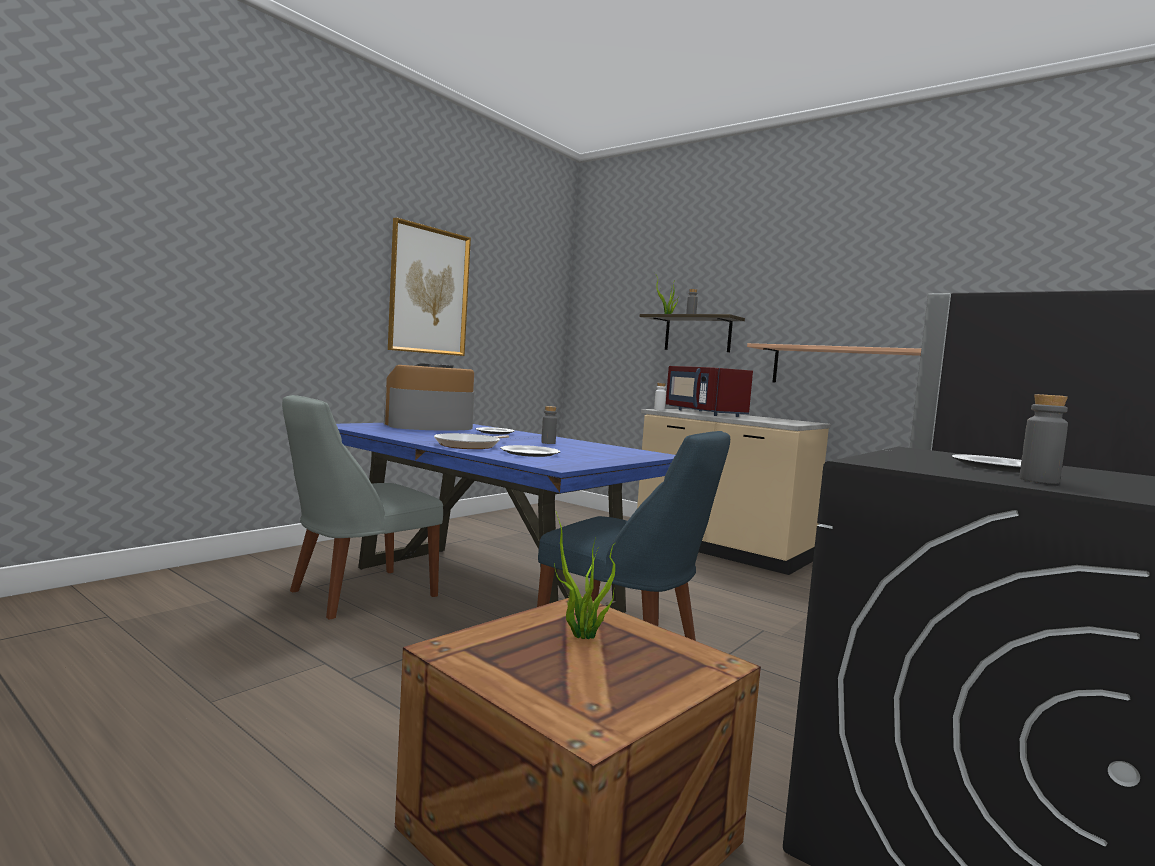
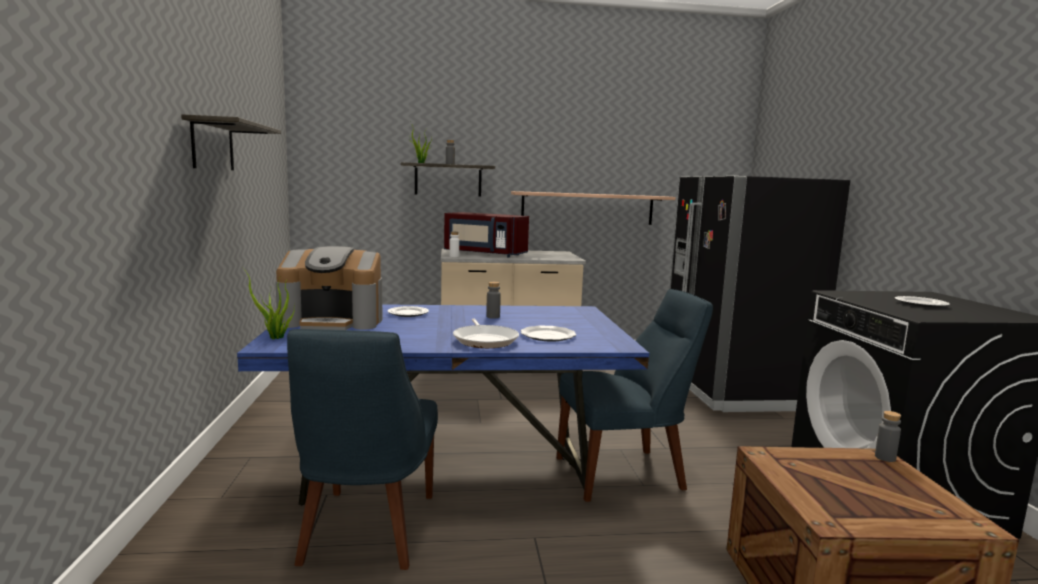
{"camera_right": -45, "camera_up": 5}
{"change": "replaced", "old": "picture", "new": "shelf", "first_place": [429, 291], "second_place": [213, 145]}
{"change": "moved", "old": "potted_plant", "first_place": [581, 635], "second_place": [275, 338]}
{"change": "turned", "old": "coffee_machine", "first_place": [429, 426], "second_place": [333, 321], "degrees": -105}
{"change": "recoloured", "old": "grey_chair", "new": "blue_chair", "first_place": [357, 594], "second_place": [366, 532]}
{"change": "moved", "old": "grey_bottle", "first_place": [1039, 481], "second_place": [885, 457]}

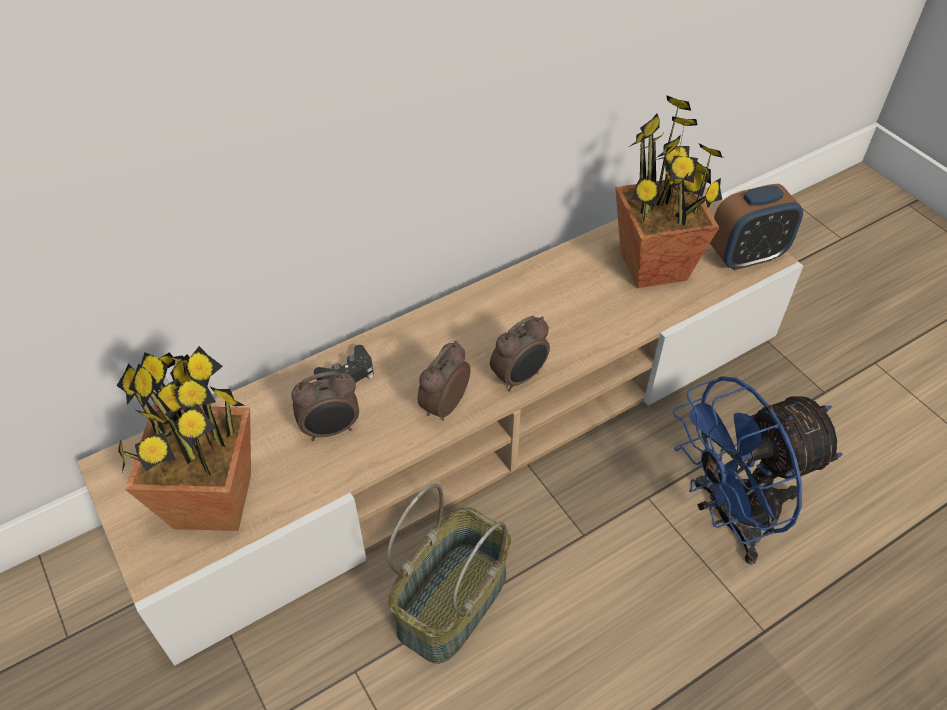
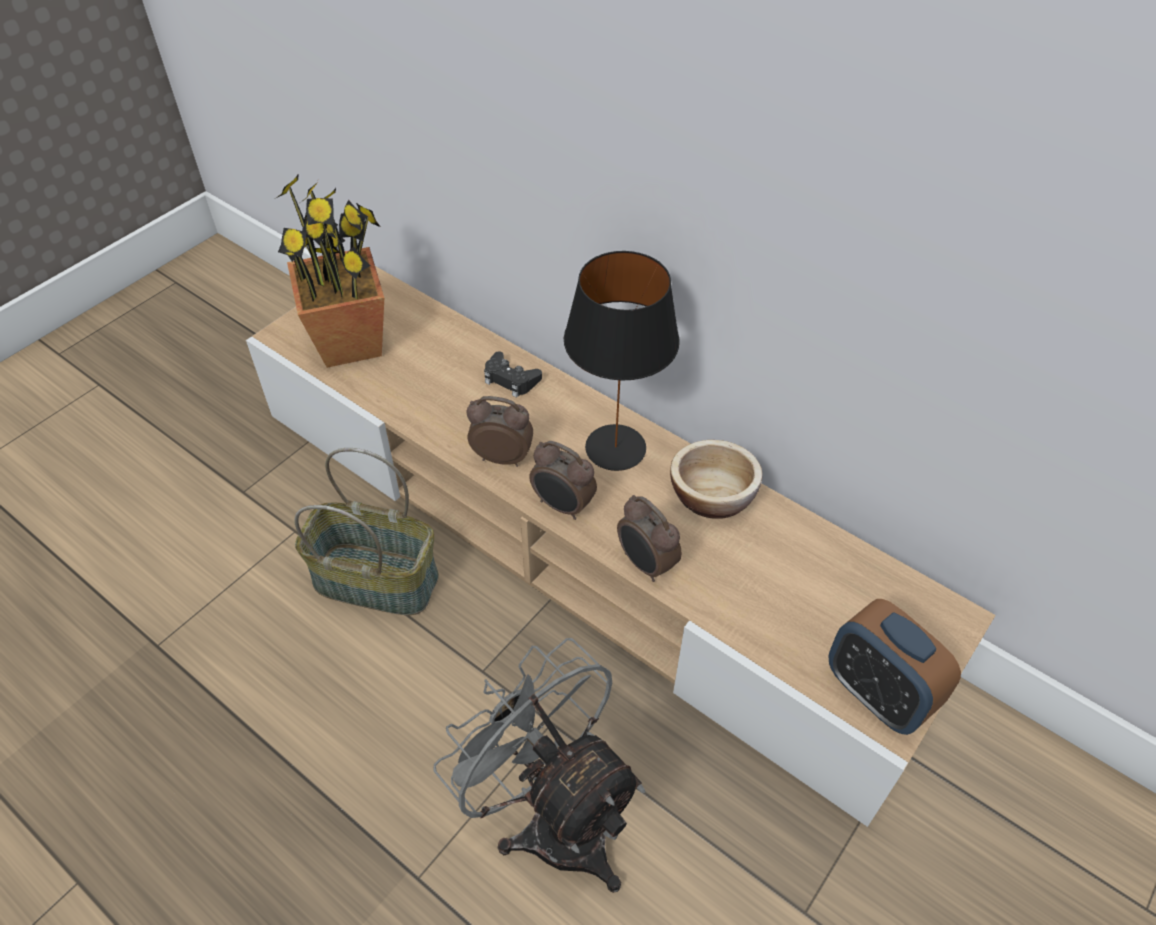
{"camera_right": 70, "camera_up": 0}
{"change": "recoloured", "old": "blue_fan", "new": "grey_fan", "first_place": [730, 518], "second_place": [553, 817]}
{"change": "added", "new": "black_table_lamp", "second_place": [616, 448]}
{"change": "moved", "old": "alarm_clock", "first_place": [331, 430], "second_place": [645, 564]}
{"change": "added", "new": "bowl", "second_place": [712, 496]}
{"change": "removed", "old": "potted_plant", "first_place": [654, 266]}

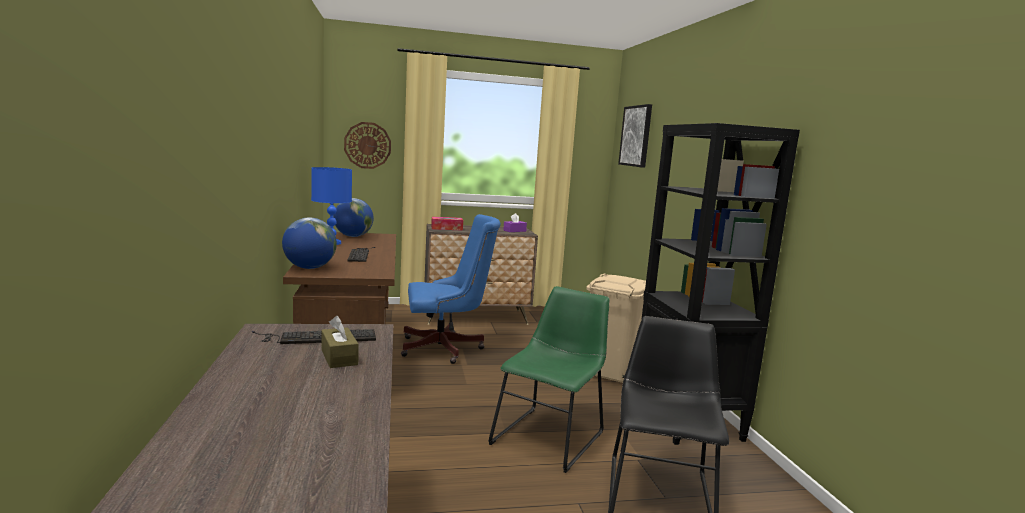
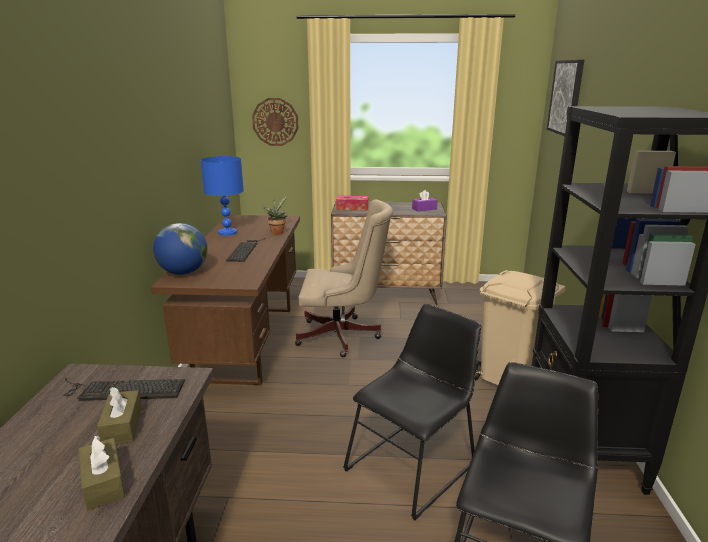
{"camera_right": 15, "camera_up": 10}
{"change": "added", "new": "brown_tissue_box", "second_place": [103, 483]}
{"change": "added", "new": "potted_plant", "second_place": [277, 232]}
{"change": "recoloured", "old": "blue_office_chair", "new": "beige_office_chair", "first_place": [446, 348], "second_place": [343, 336]}
{"change": "recoloured", "old": "green_chair", "new": "black_chair", "first_place": [550, 436], "second_place": [414, 464]}
{"change": "removed", "old": "globe", "first_place": [353, 236]}

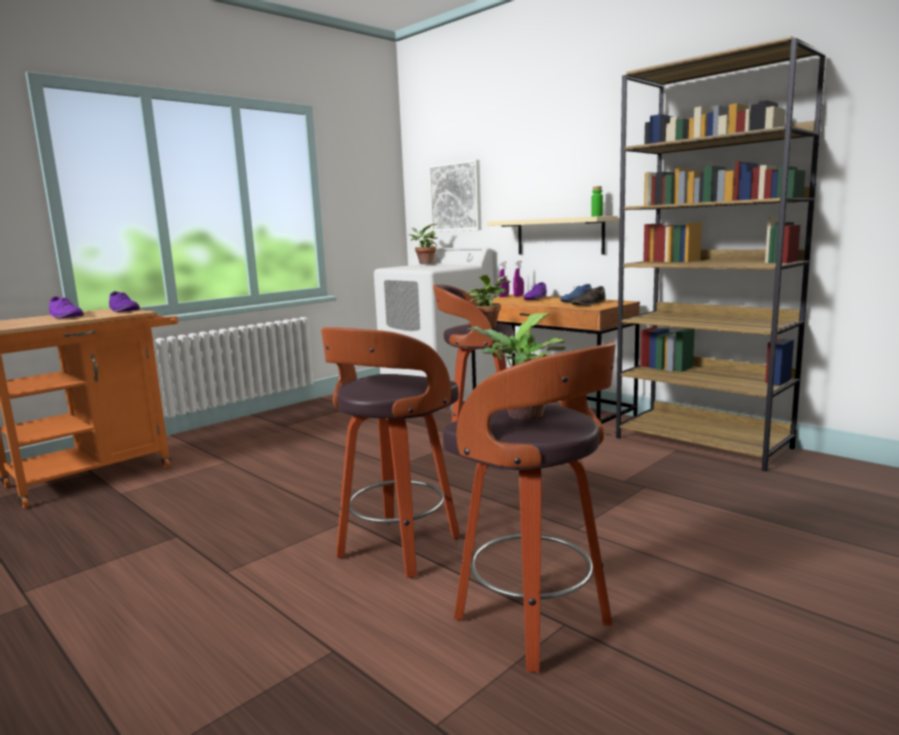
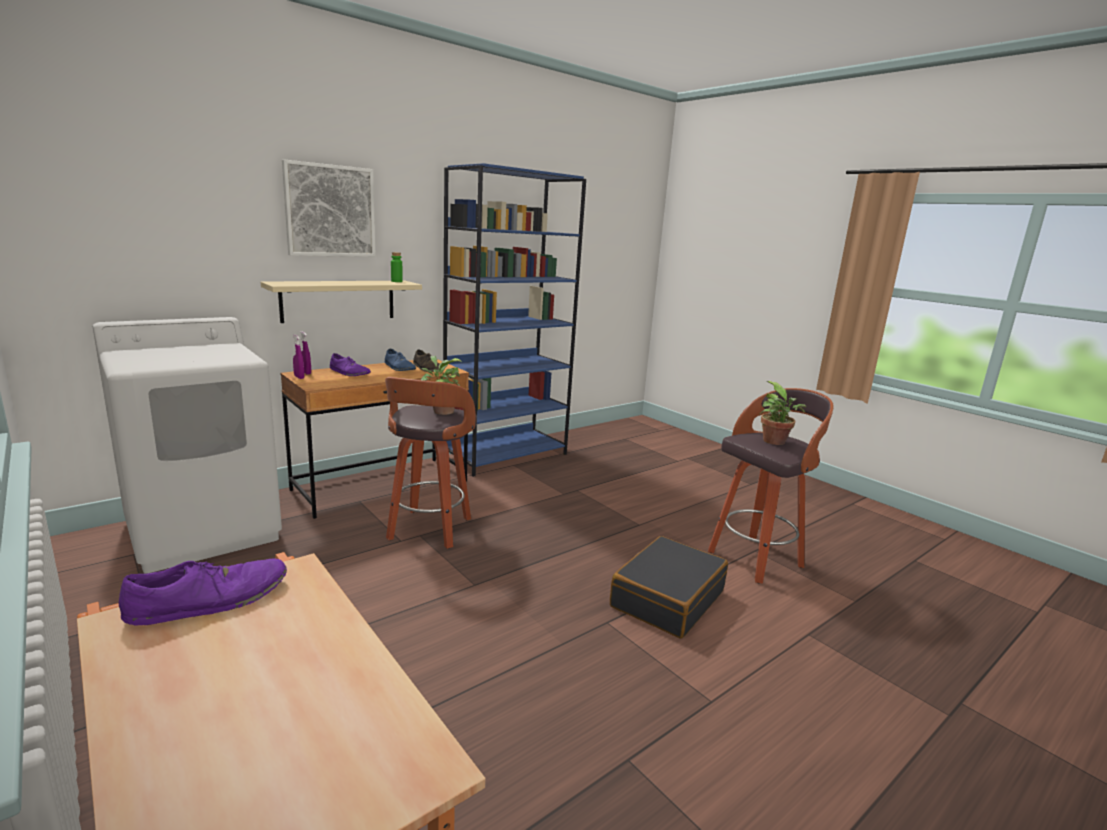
{"camera_right": -85, "camera_up": 5}
{"change": "moved", "old": "picture", "first_place": [456, 197], "second_place": [330, 211]}
{"change": "recoloured", "old": "brown_bookcase", "new": "blue_bookcase", "first_place": [703, 443], "second_place": [506, 455]}
{"change": "replaced", "old": "stool", "new": "black_suitcase", "first_place": [397, 549], "second_place": [667, 598]}
{"change": "removed", "old": "purple_shoe", "first_place": [66, 316]}
{"change": "removed", "old": "potted_plant", "first_place": [424, 263]}

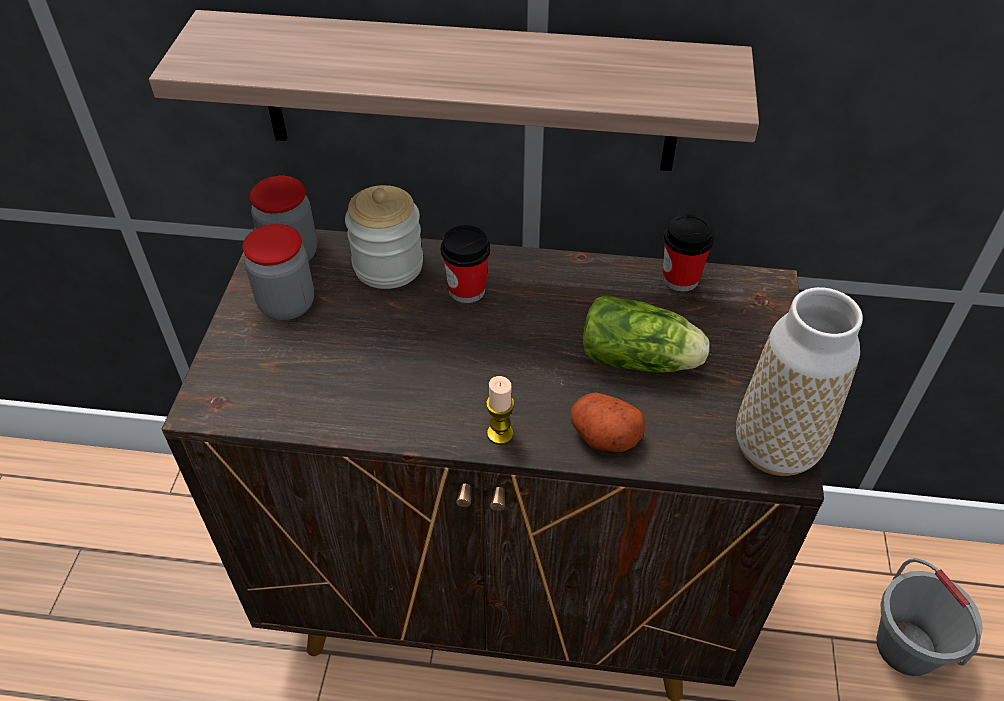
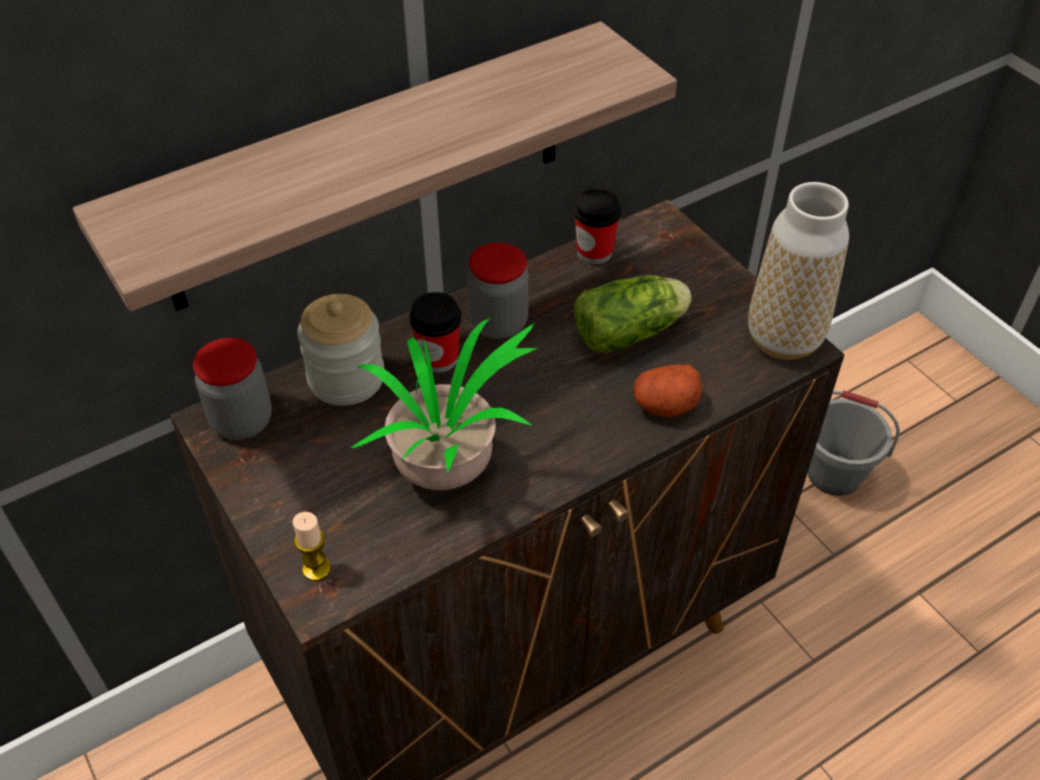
{"camera_right": -40, "camera_up": 0}
{"change": "moved", "old": "candle", "first_place": [500, 434], "second_place": [316, 569]}
{"change": "added", "new": "potted_plant", "second_place": [451, 473]}
{"change": "moved", "old": "jar", "first_place": [287, 304], "second_place": [498, 323]}

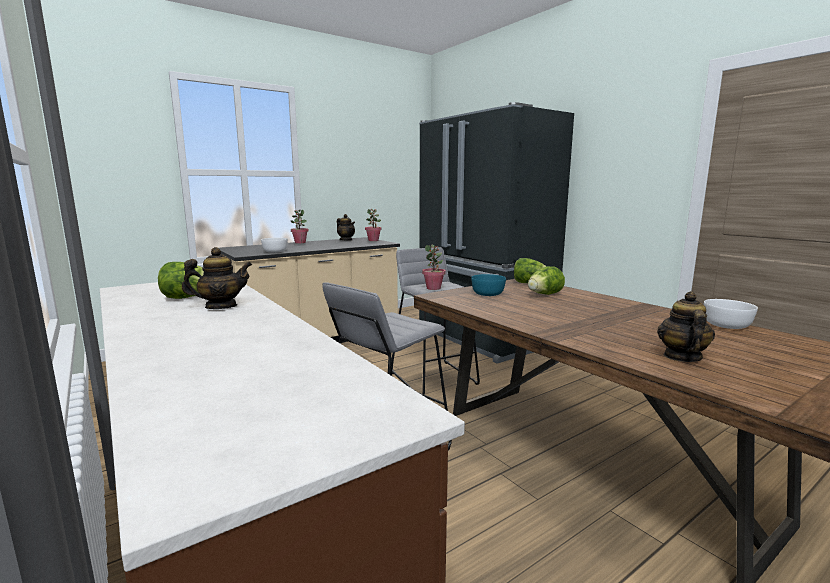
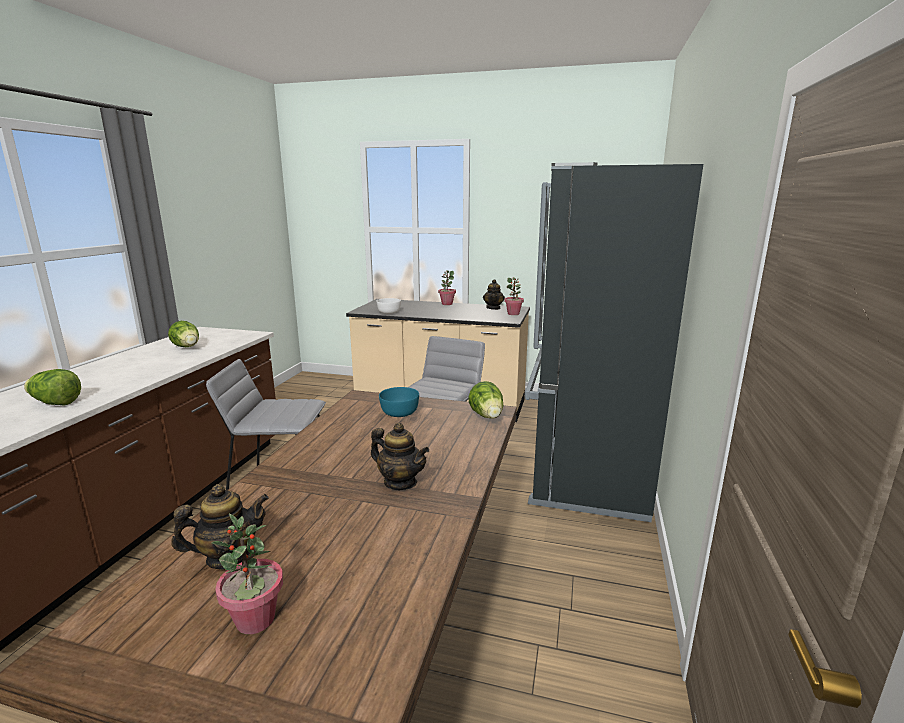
{"camera_right": 50, "camera_up": 5}
{"change": "moved", "old": "lettuce", "first_place": [544, 295], "second_place": [55, 403]}
{"change": "moved", "old": "potted_plant", "first_place": [433, 288], "second_place": [255, 620]}
{"change": "moved", "old": "teapot", "first_place": [221, 307], "second_place": [400, 482]}
{"change": "removed", "old": "white_bowl", "first_place": [726, 325]}

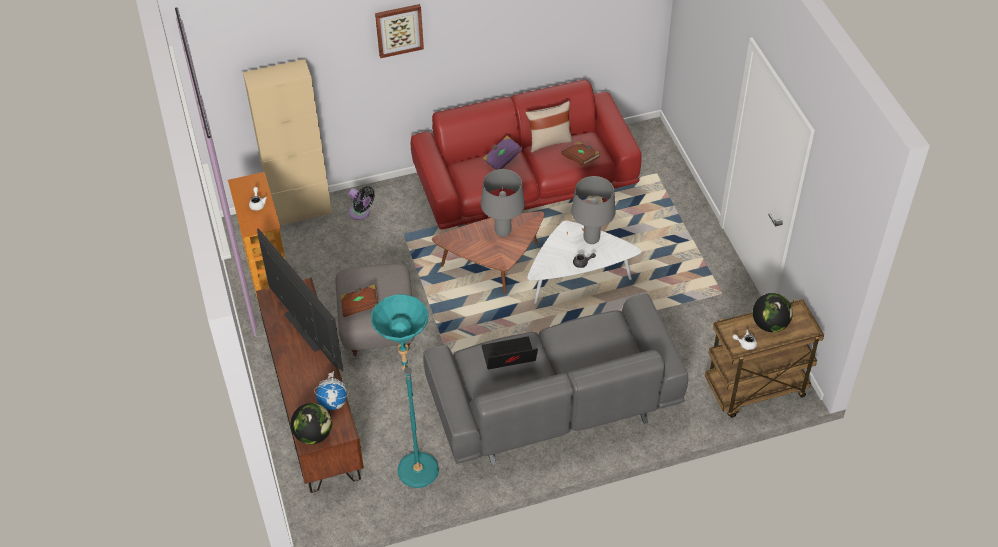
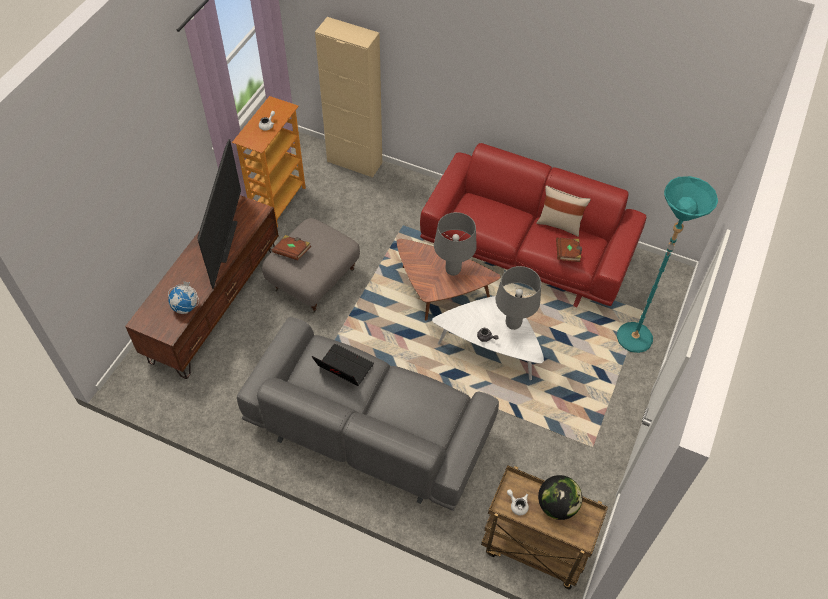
{"camera_right": 40, "camera_up": 5}
{"change": "moved", "old": "turquoise_floor_lamp", "first_place": [415, 463], "second_place": [636, 332]}
{"change": "removed", "old": "globe", "first_place": [313, 435]}
{"change": "removed", "old": "black_fan", "first_place": [361, 213]}
{"change": "removed", "old": "picture", "first_place": [399, 30]}
{"change": "removed", "old": "purple_book", "first_place": [502, 159]}

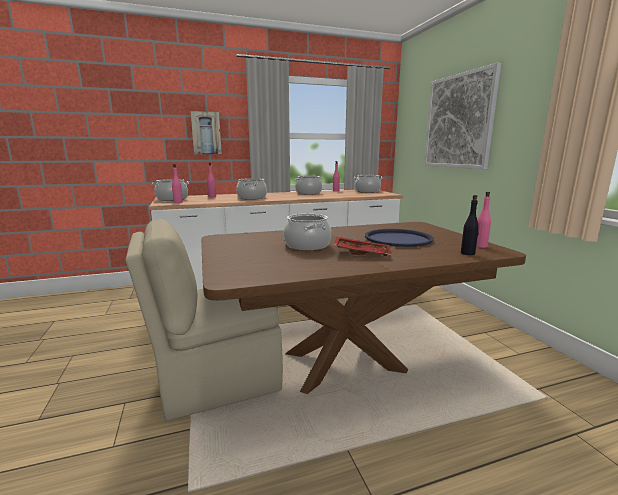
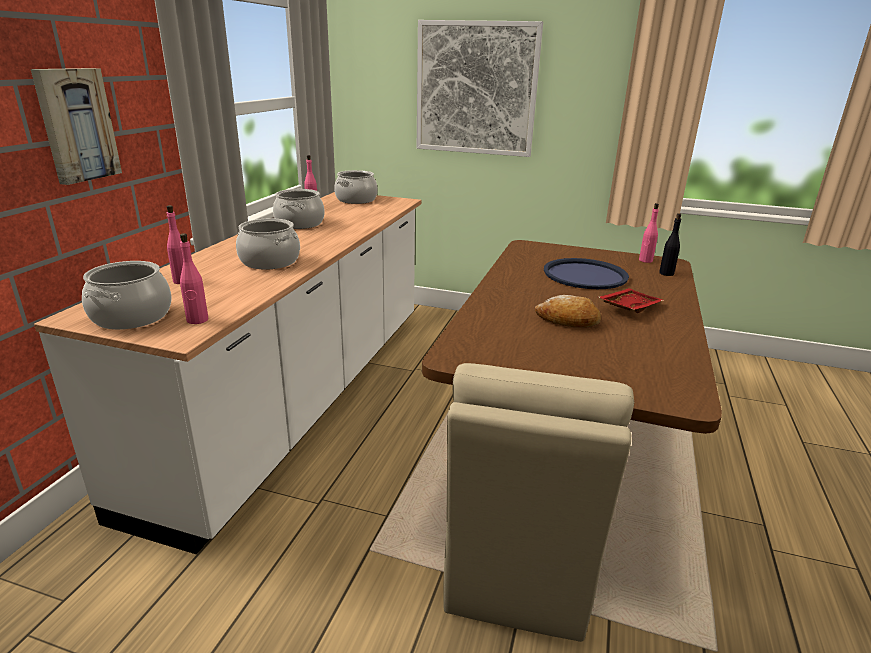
{"camera_right": -55, "camera_up": 10}
{"change": "replaced", "old": "cooking_pot", "new": "bread", "first_place": [307, 245], "second_place": [568, 320]}

